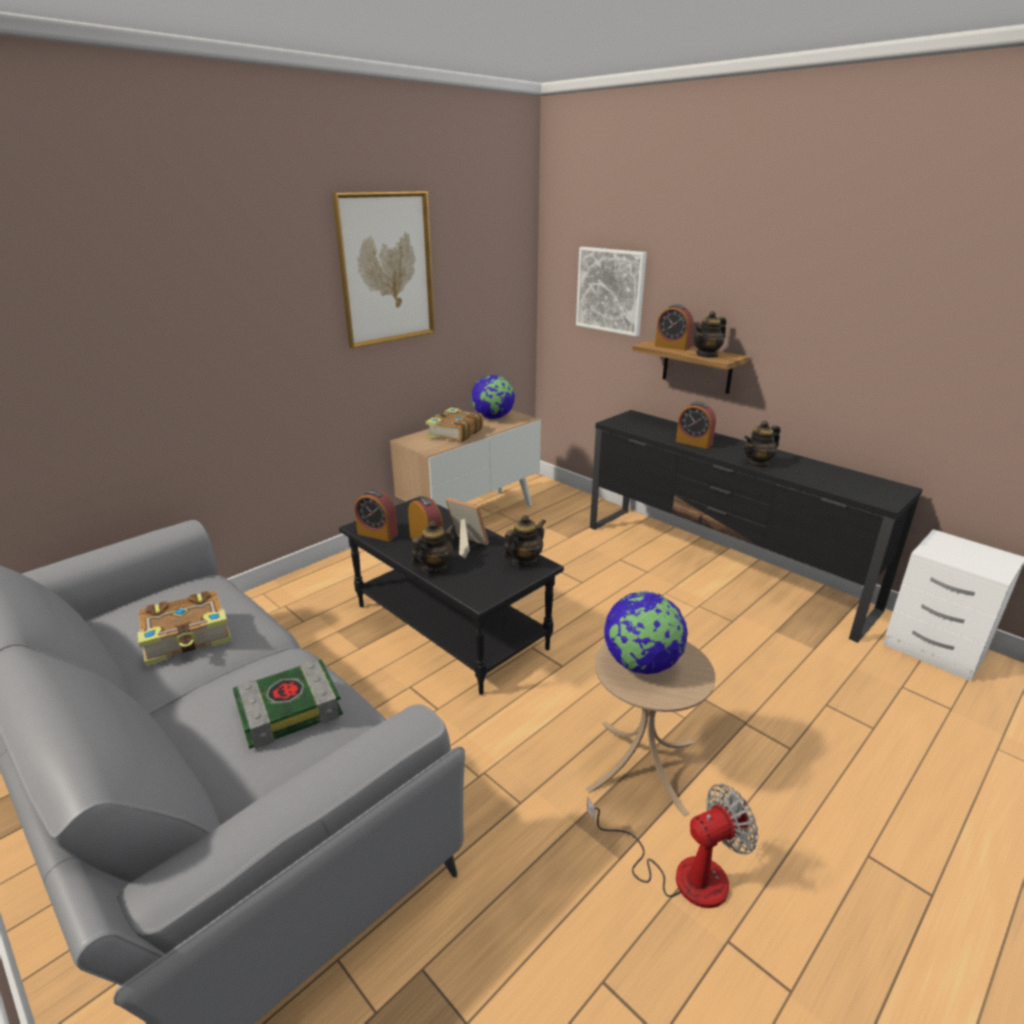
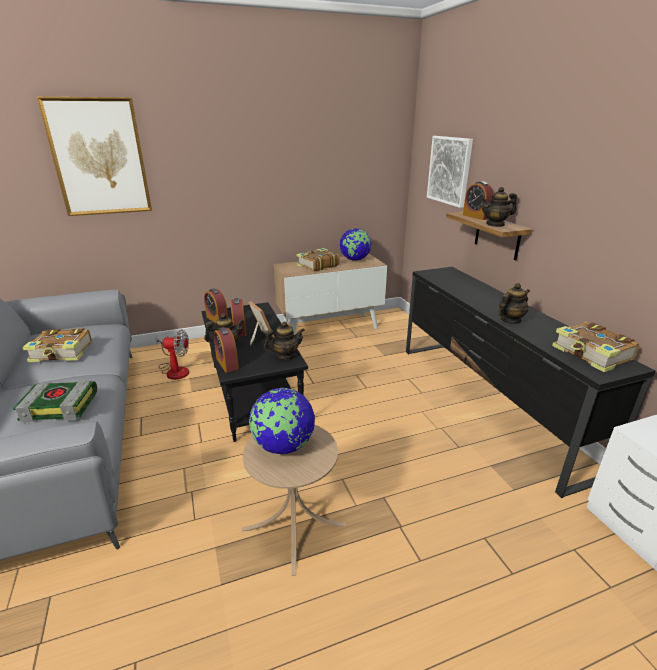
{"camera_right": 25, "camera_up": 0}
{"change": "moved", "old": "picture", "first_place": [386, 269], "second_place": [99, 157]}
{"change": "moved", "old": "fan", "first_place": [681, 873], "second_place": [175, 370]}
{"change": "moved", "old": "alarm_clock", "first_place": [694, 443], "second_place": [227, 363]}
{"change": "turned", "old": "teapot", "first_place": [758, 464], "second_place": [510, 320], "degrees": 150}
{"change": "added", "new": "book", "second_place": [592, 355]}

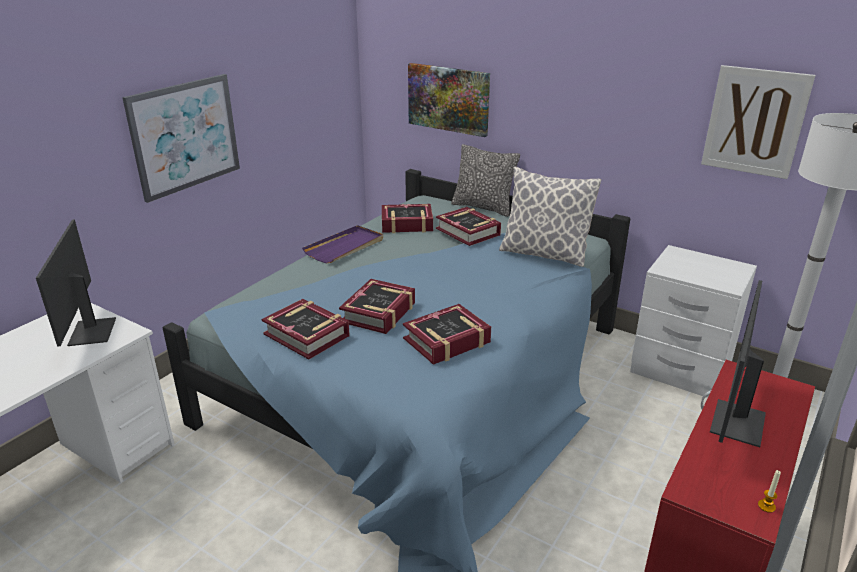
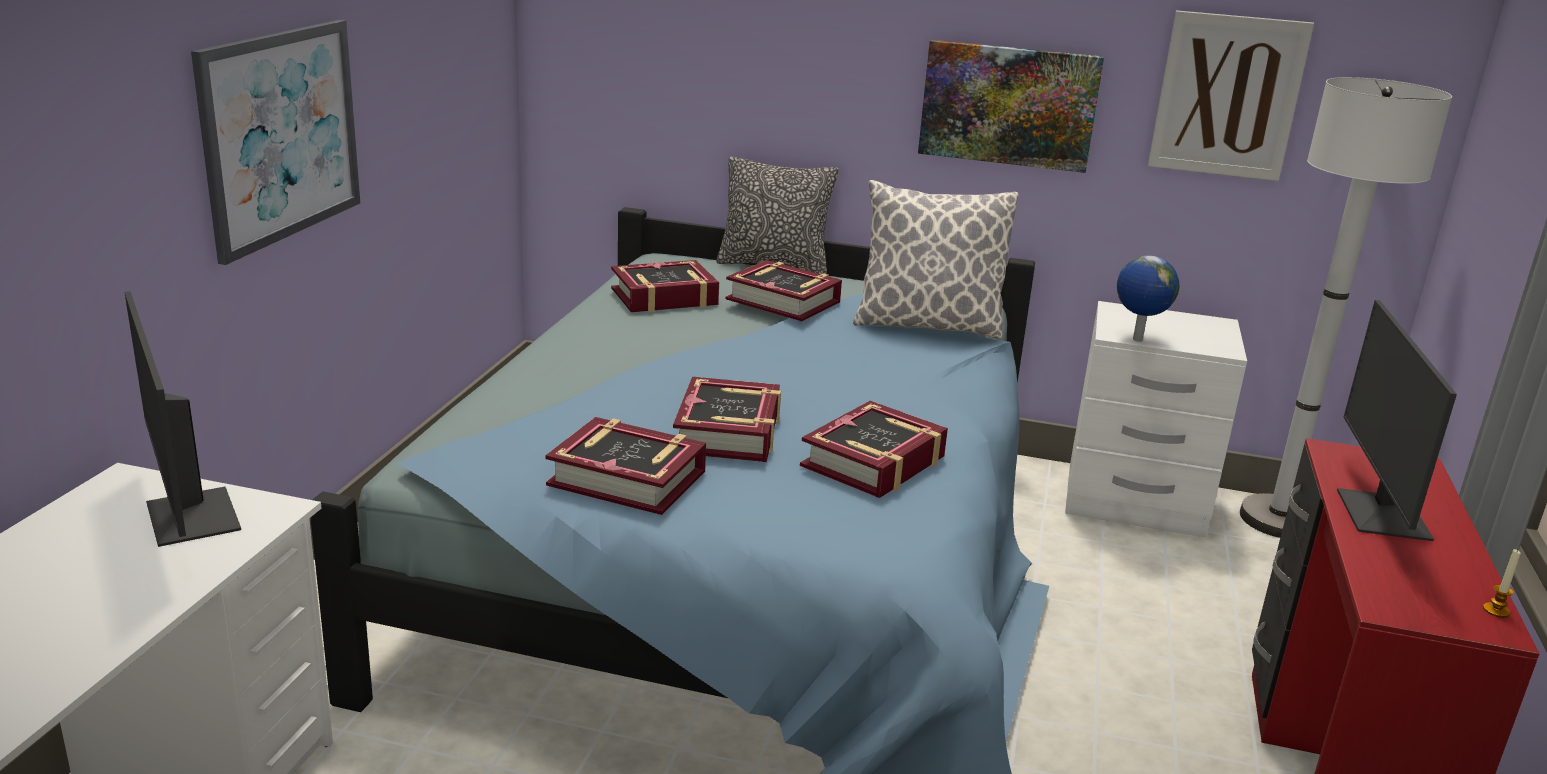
{"camera_right": -20, "camera_up": -5}
{"change": "moved", "old": "picture", "first_place": [448, 99], "second_place": [1008, 105]}
{"change": "added", "new": "globe", "second_place": [1136, 340]}
{"change": "removed", "old": "purple_tray", "first_place": [345, 247]}

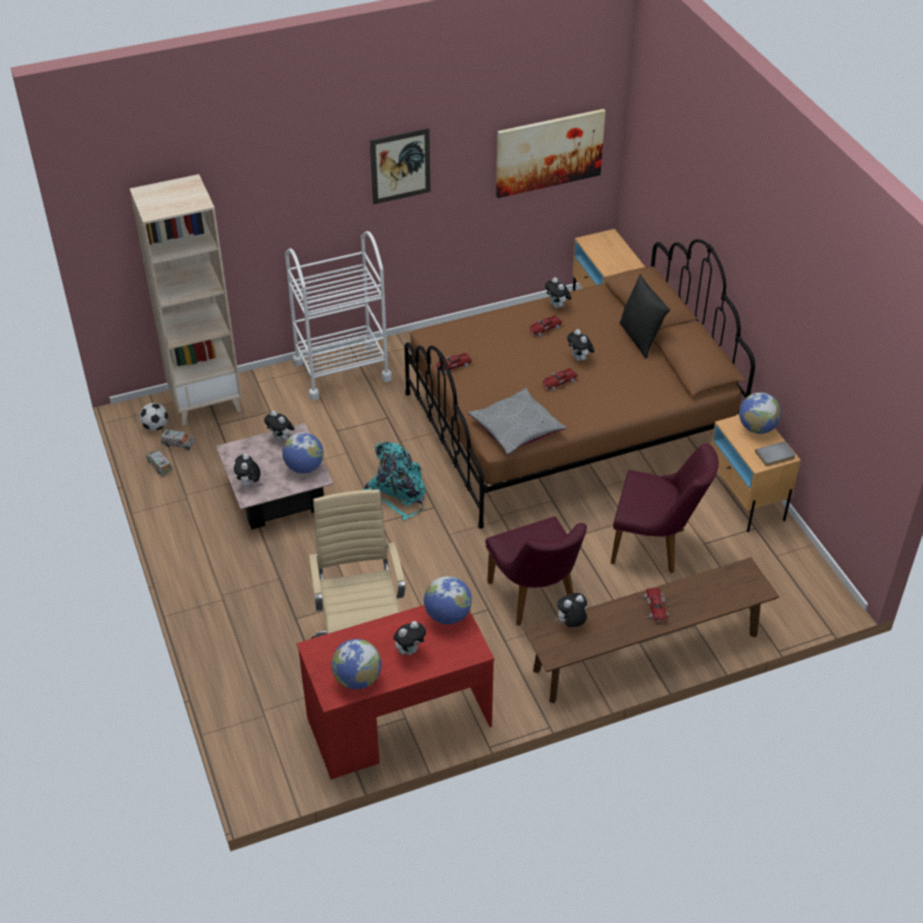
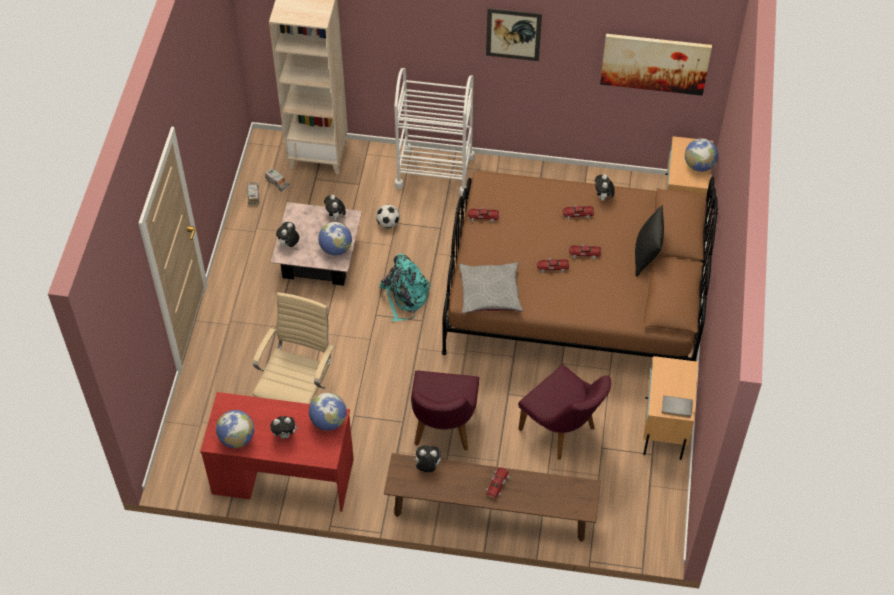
{"camera_right": 30, "camera_up": 10}
{"change": "moved", "old": "football", "first_place": [155, 427], "second_place": [388, 223]}
{"change": "replaced", "old": "plush_toy", "new": "toy_car", "first_place": [579, 359], "second_place": [584, 253]}
{"change": "moved", "old": "globe", "first_place": [757, 428], "second_place": [699, 165]}

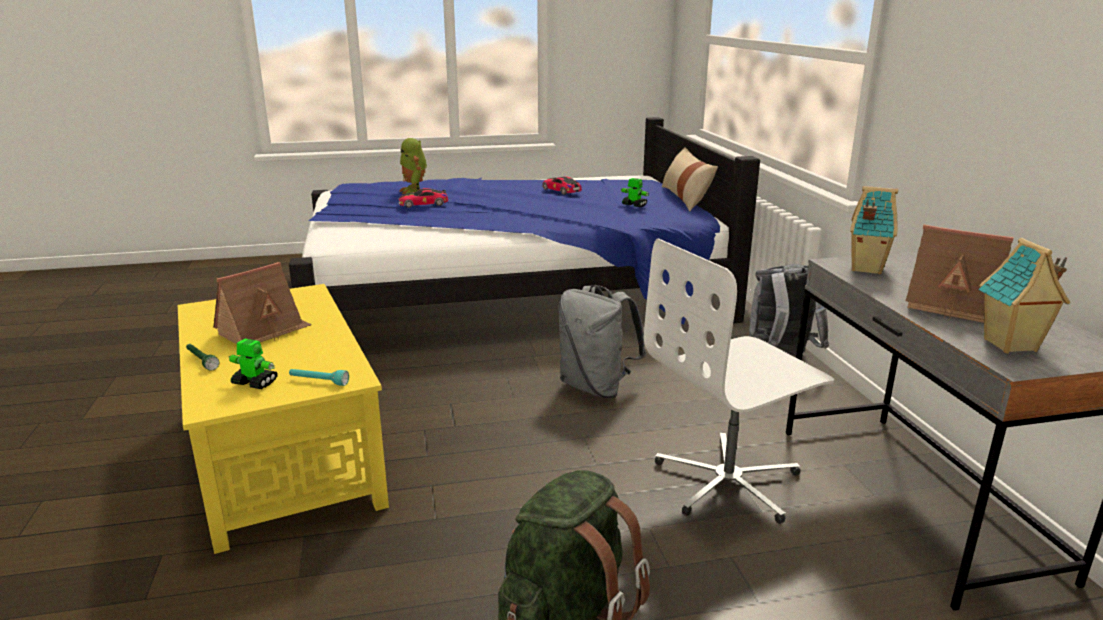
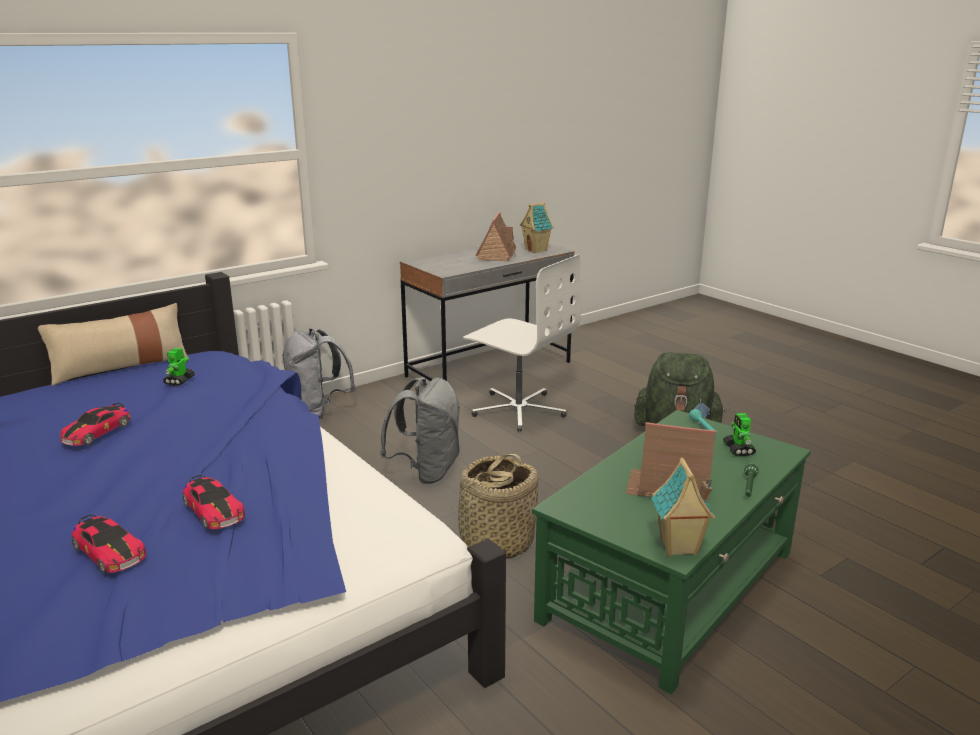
{"camera_right": -115, "camera_up": 0}
{"change": "replaced", "old": "toy_robot", "new": "toy_car", "first_place": [414, 191], "second_place": [109, 551]}
{"change": "added", "new": "basket", "second_place": [495, 542]}
{"change": "recoloured", "old": "yellow_coffee_table", "new": "green_coffee_table", "first_place": [284, 454], "second_place": [671, 585]}
{"change": "moved", "old": "toy_house", "first_place": [865, 268], "second_place": [678, 547]}

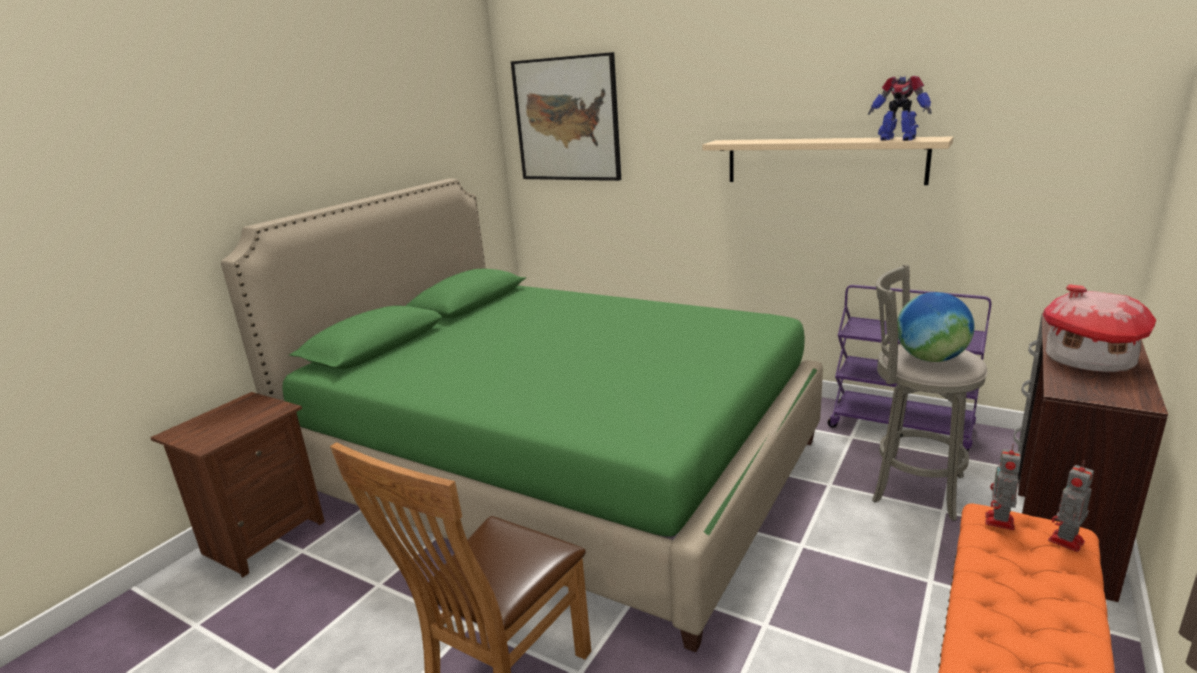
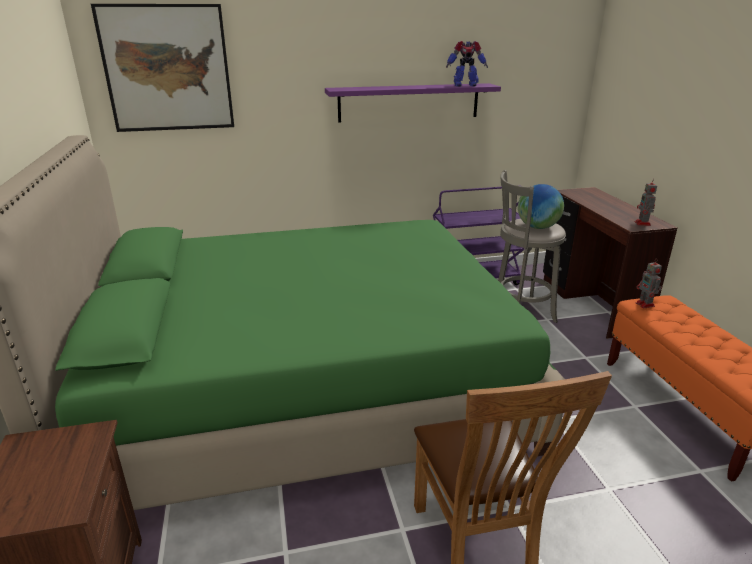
{"camera_right": -45, "camera_up": 5}
{"change": "recoloured", "old": "beige_shelf", "new": "purple_shelf", "first_place": [823, 161], "second_place": [409, 102]}
{"change": "moved", "old": "toy_robot", "first_place": [1065, 542], "second_place": [643, 224]}
{"change": "removed", "old": "toy_house", "first_place": [1088, 361]}

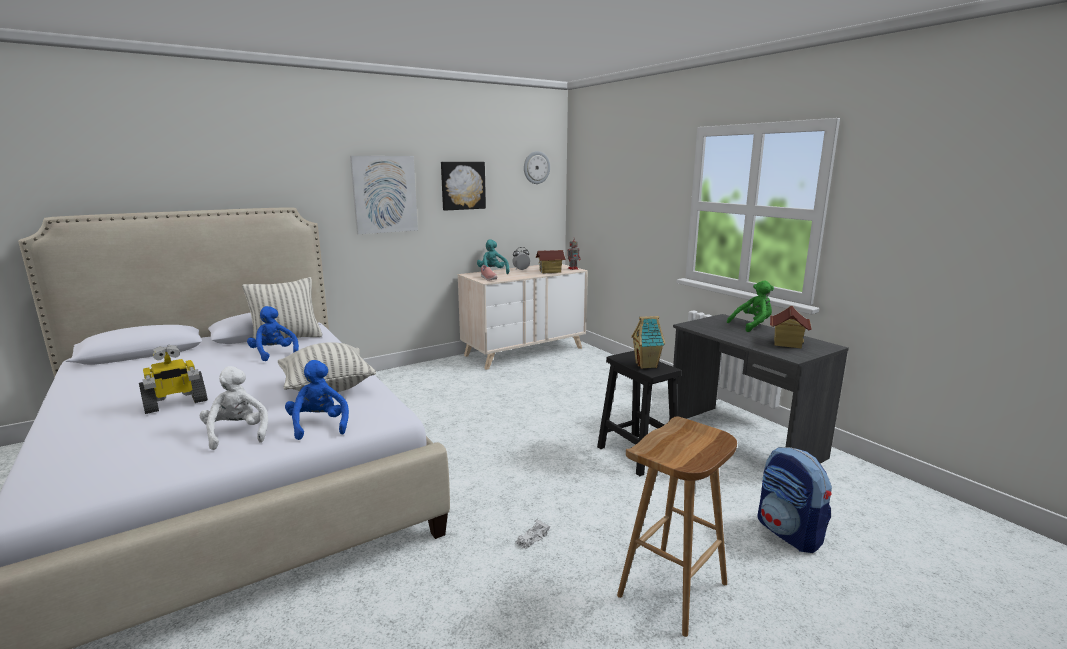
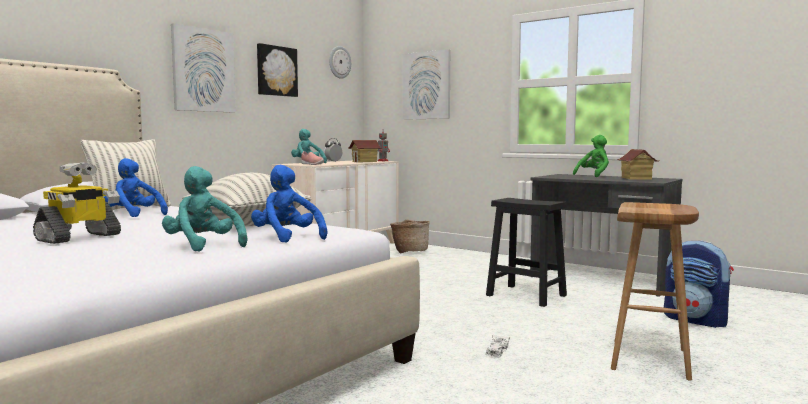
{"camera_right": -20, "camera_up": -10}
{"change": "recoloured", "old": "white_plush_toy", "new": "turquoise_plush_toy", "first_place": [237, 434], "second_place": [203, 246]}
{"change": "added", "new": "basket", "second_place": [409, 251]}
{"change": "added", "new": "picture", "second_place": [426, 85]}
{"change": "removed", "old": "toy_house", "first_place": [647, 365]}

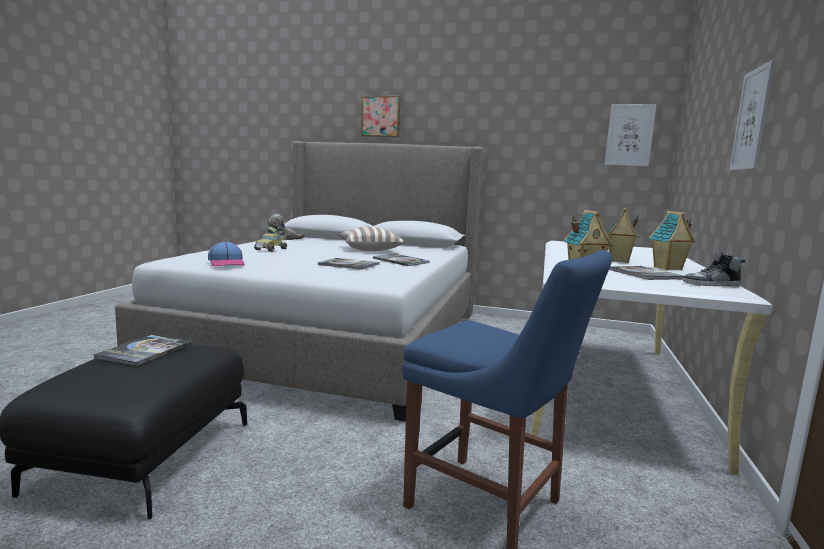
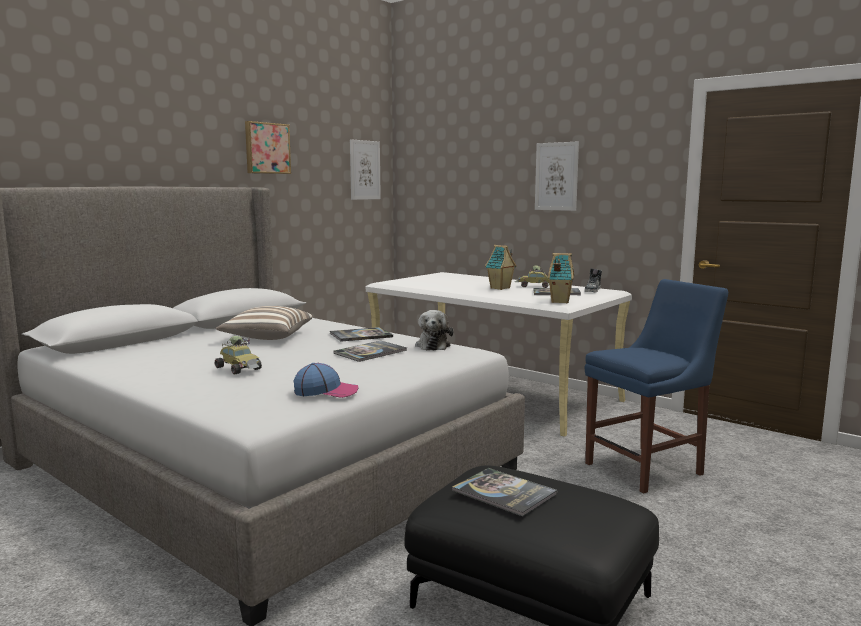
{"camera_right": -65, "camera_up": 0}
{"change": "moved", "old": "picture", "first_place": [381, 116], "second_place": [266, 148]}
{"change": "moved", "old": "plush_toy", "first_place": [283, 239], "second_place": [433, 345]}
{"change": "replaced", "old": "toy_house", "new": "toy_car", "first_place": [668, 268], "second_place": [533, 286]}

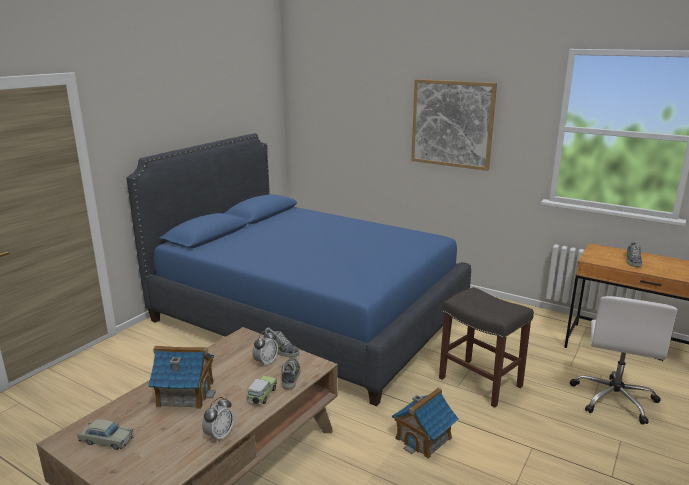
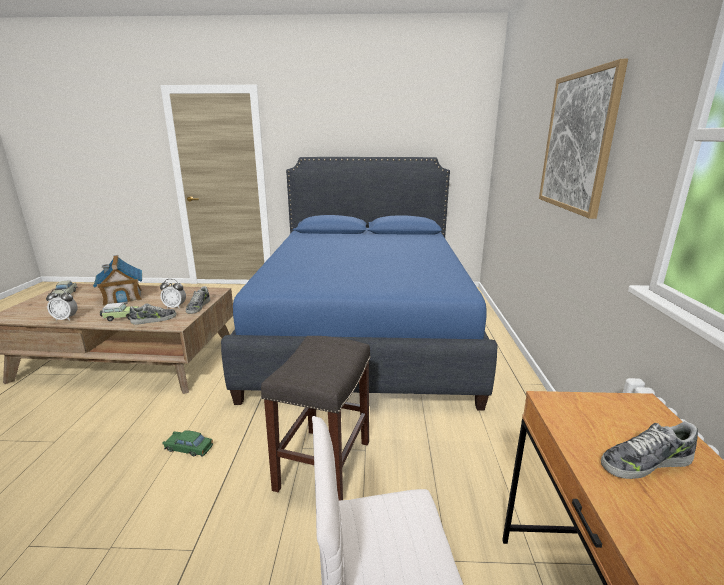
{"camera_right": 60, "camera_up": 0}
{"change": "replaced", "old": "toy_house", "new": "green_toy_car", "first_place": [424, 438], "second_place": [189, 448]}

